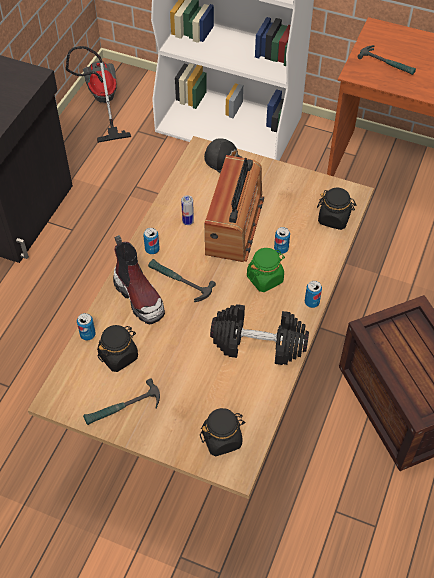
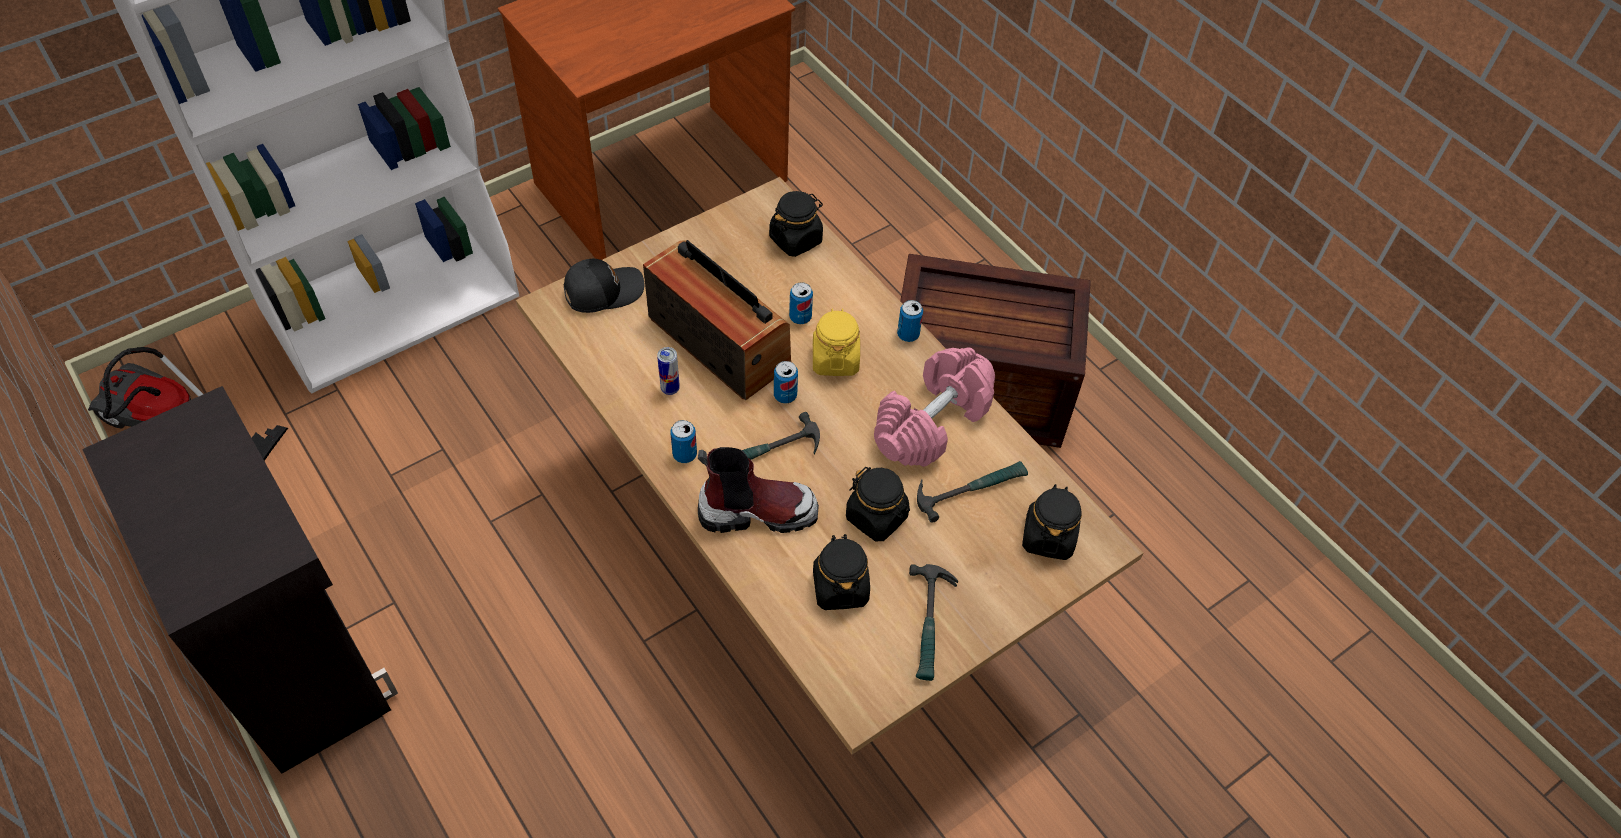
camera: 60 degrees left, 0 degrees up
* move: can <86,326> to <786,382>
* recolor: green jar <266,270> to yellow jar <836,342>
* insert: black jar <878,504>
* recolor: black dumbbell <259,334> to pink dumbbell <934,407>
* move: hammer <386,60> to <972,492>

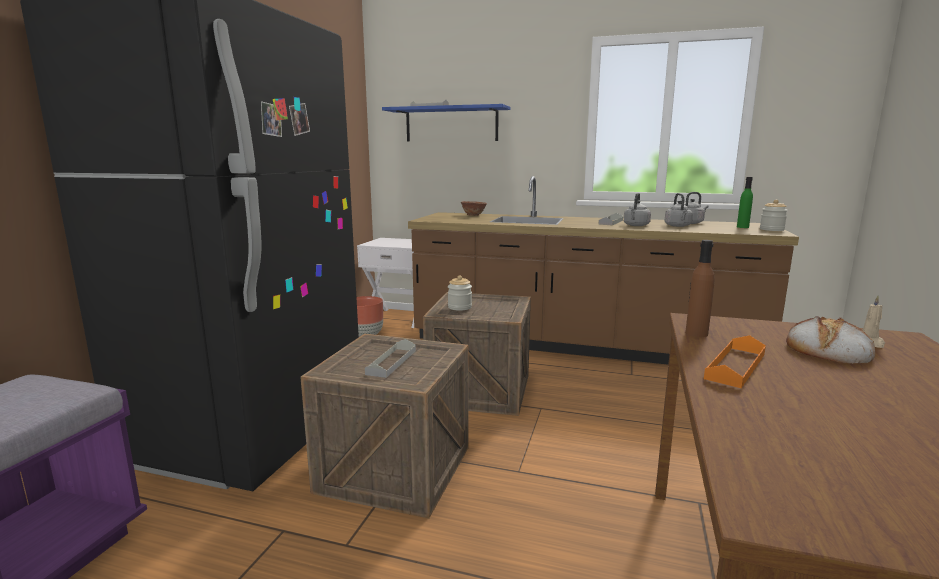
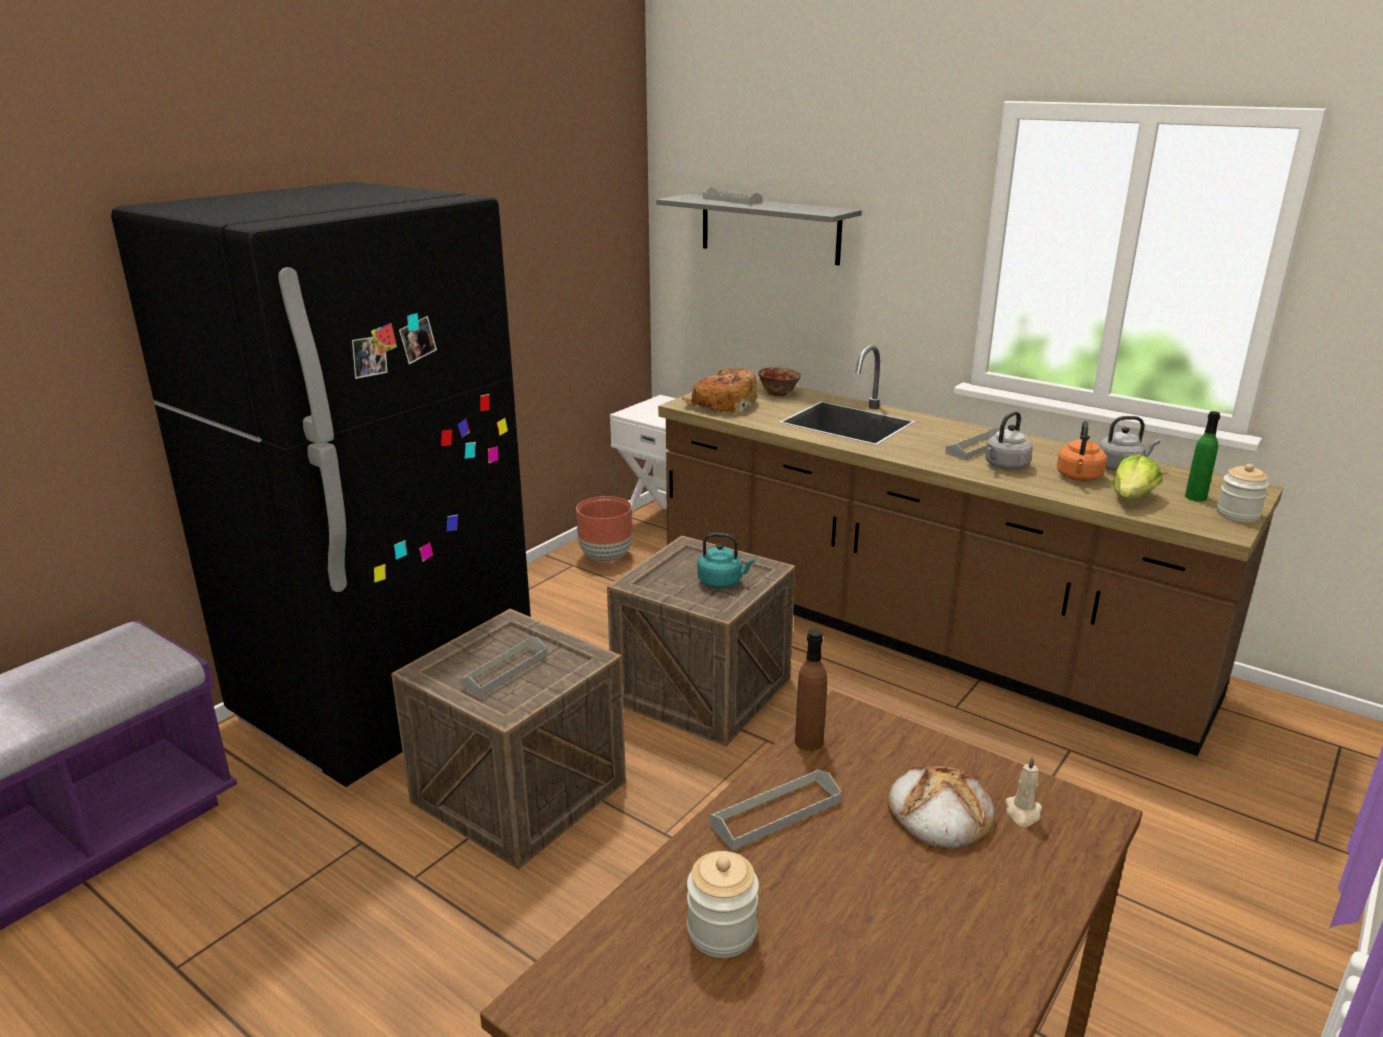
camera: 20 degrees right, 10 degrees up
* recolor: blue shelf <446,123> to grey shelf <759,229>
* insert: bread <720,391>
* move: jar <460,293> to <723,904>
* insert: turquoise kettle <726,560>
* recolor: orange tray <735,361> to grey tray <775,809>
* recolor: grey kettle <678,210> to orange kettle <1082,451>
* insert: lettuce <1137,476>

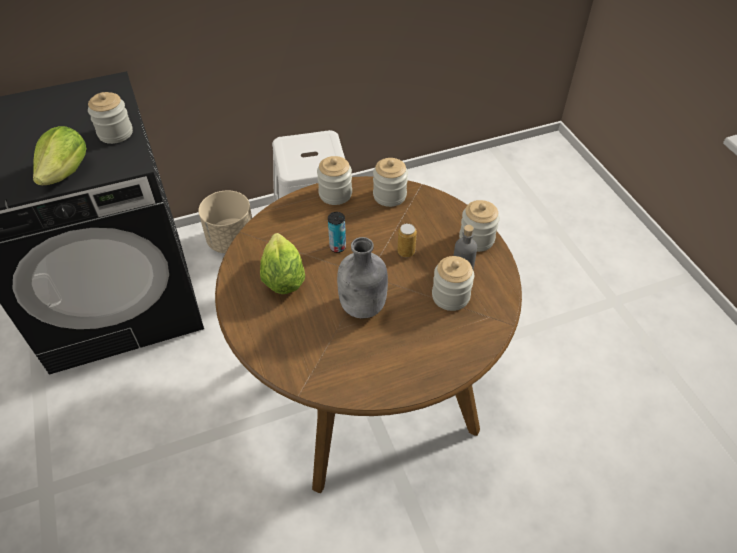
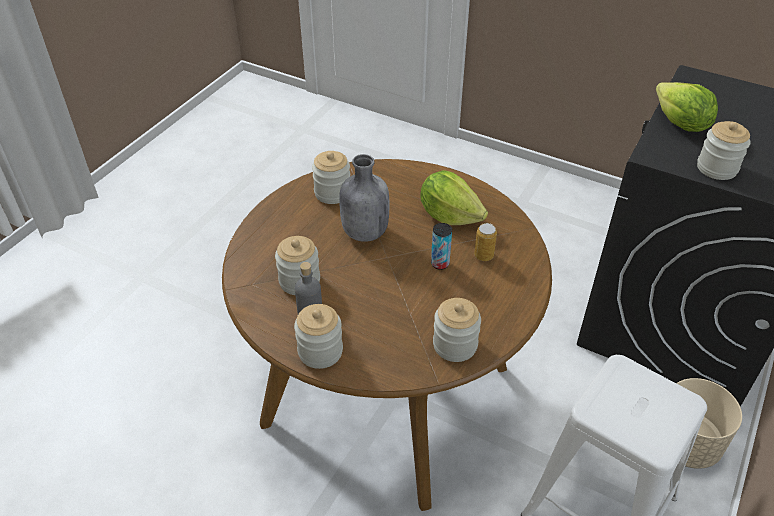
camera: 140 degrees right, 5 degrees down
* move: jar <334,180> to <331,177>
* move: can <407,240> to <485,242>

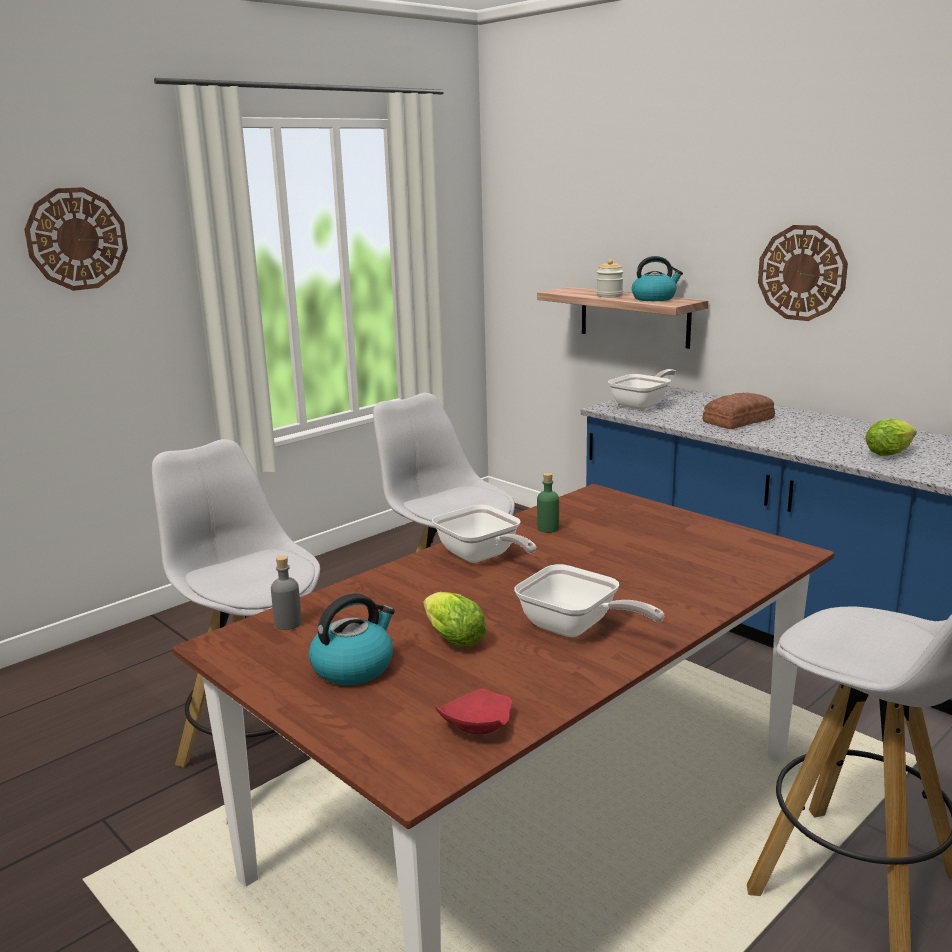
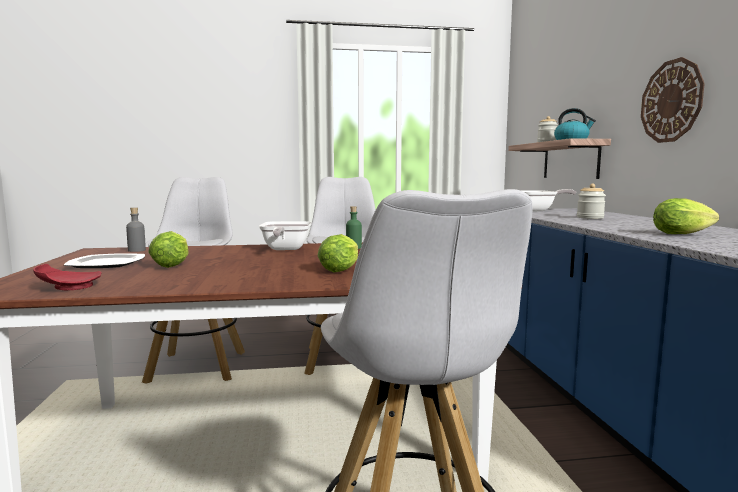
camera: 35 degrees right, 10 degrees down
* replace: kettle <352,639> to plate <104,260>
* insert: lettuce <338,253>
* replace: bread <738,411> to jar <591,201>
* delete: wall clock <76,239>
* delete: frying pan <589,601>

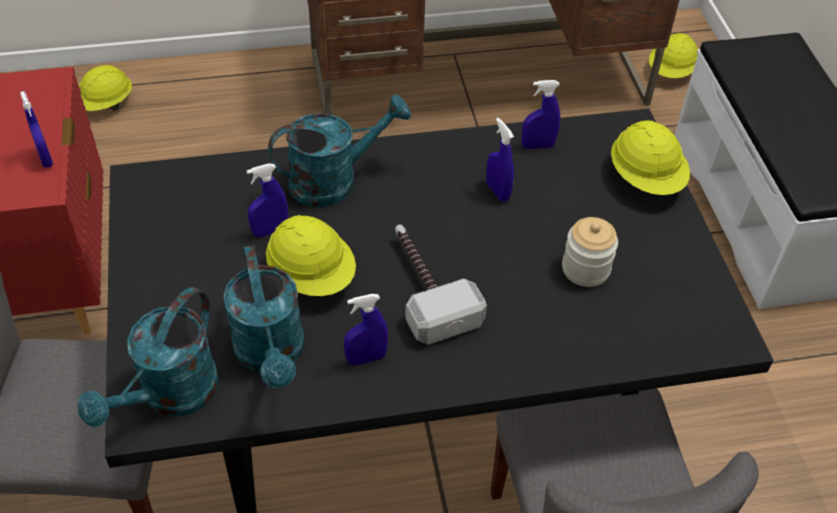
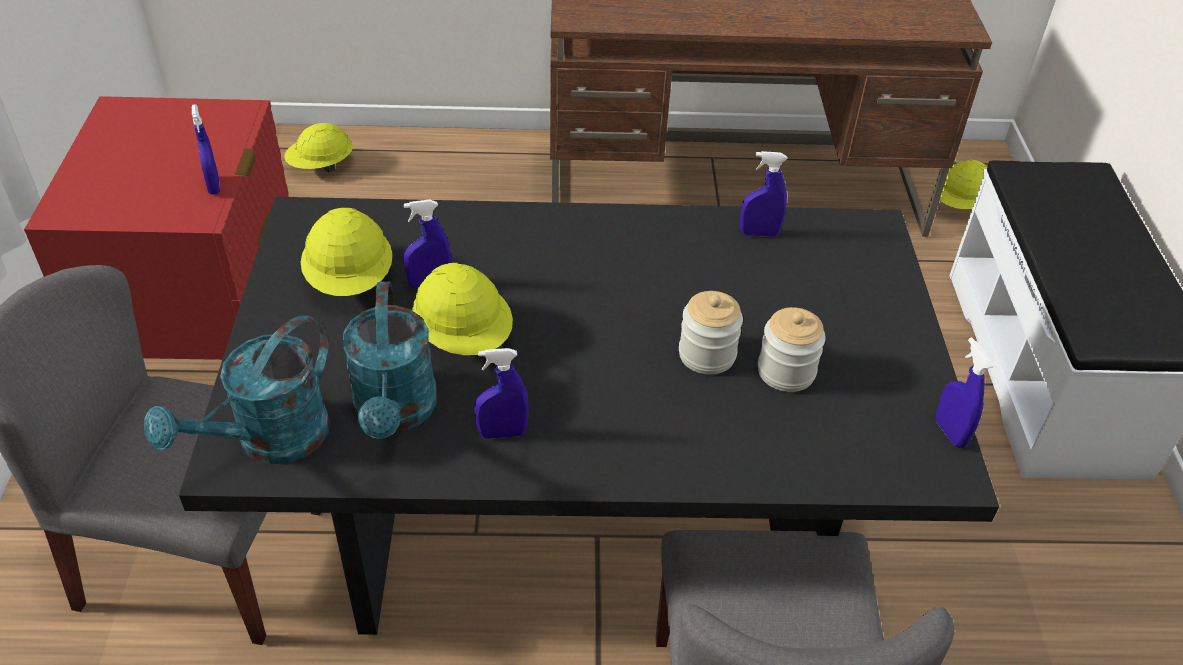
camera: 10 degrees right, 5 degrees down
* move: yellow hard hat <650,157> to <347,252>
* insert: jar <711,333>
* move: blue spray bottle <500,159> to <964,392>
* delete: turquoise watering can <339,151>
* delete: hammer <441,284>

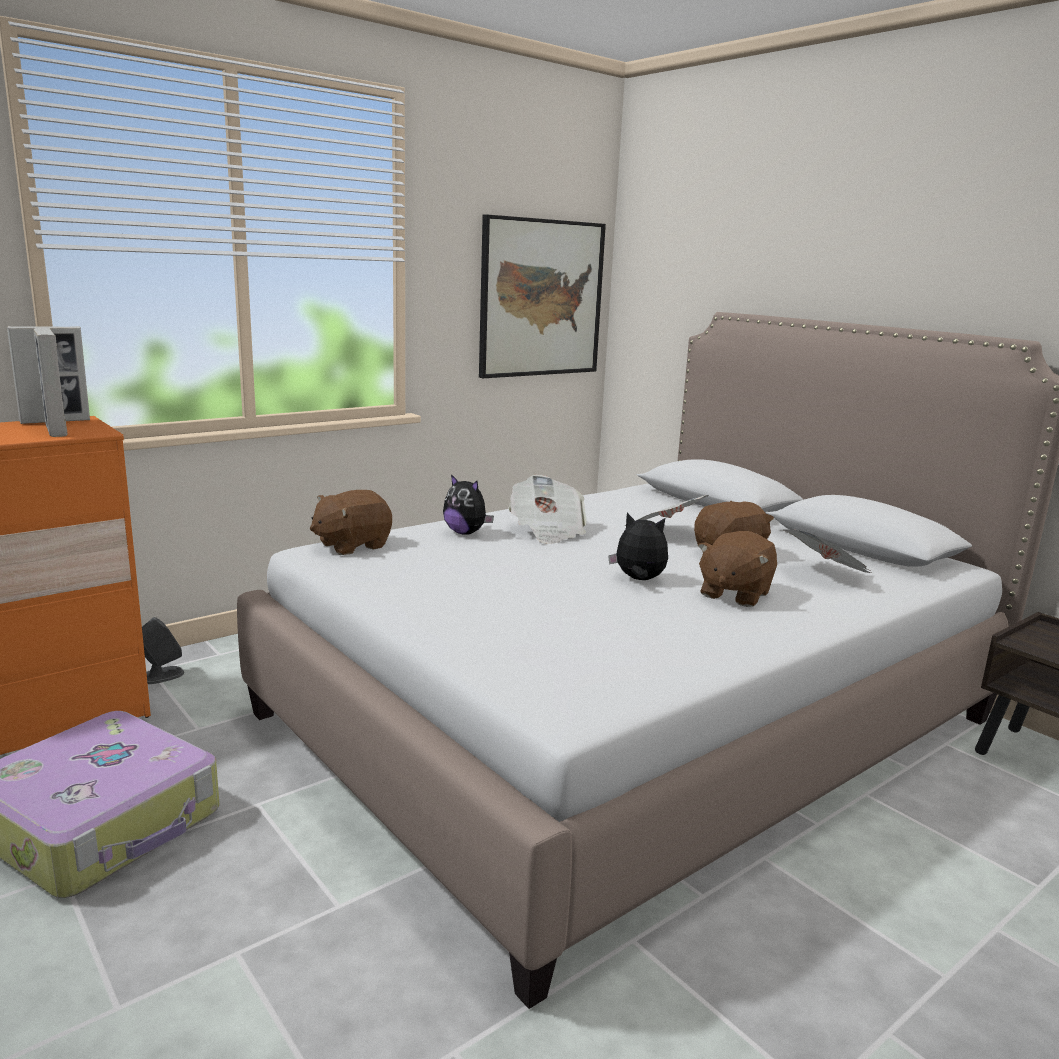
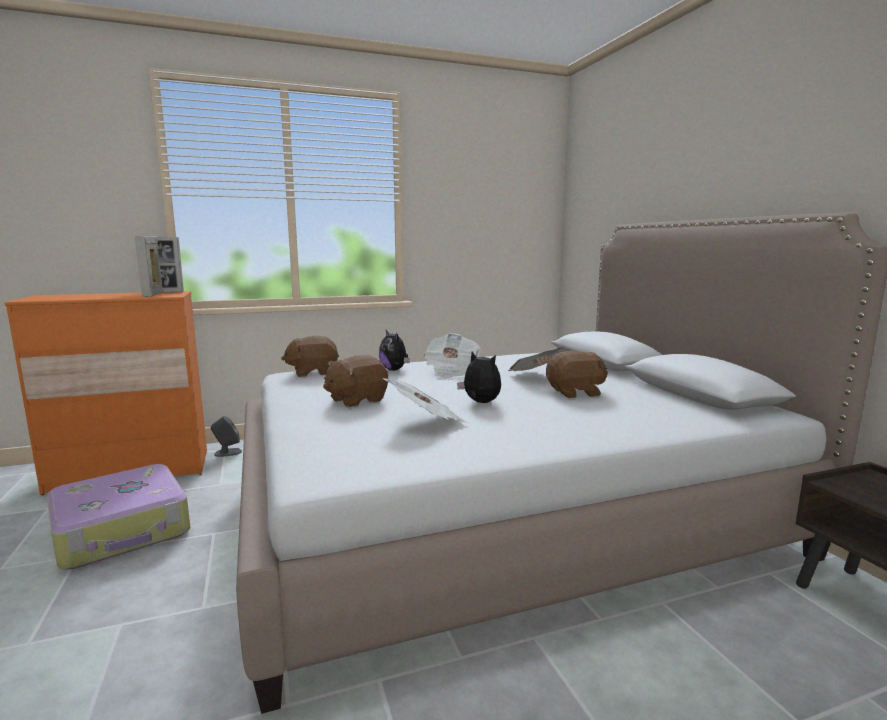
camera: 20 degrees right, 5 degrees down
* move: brown plush toy <737,569> to <355,381>
* move: newspaper <827,551> to <425,400>
* delete: picture <542,296>

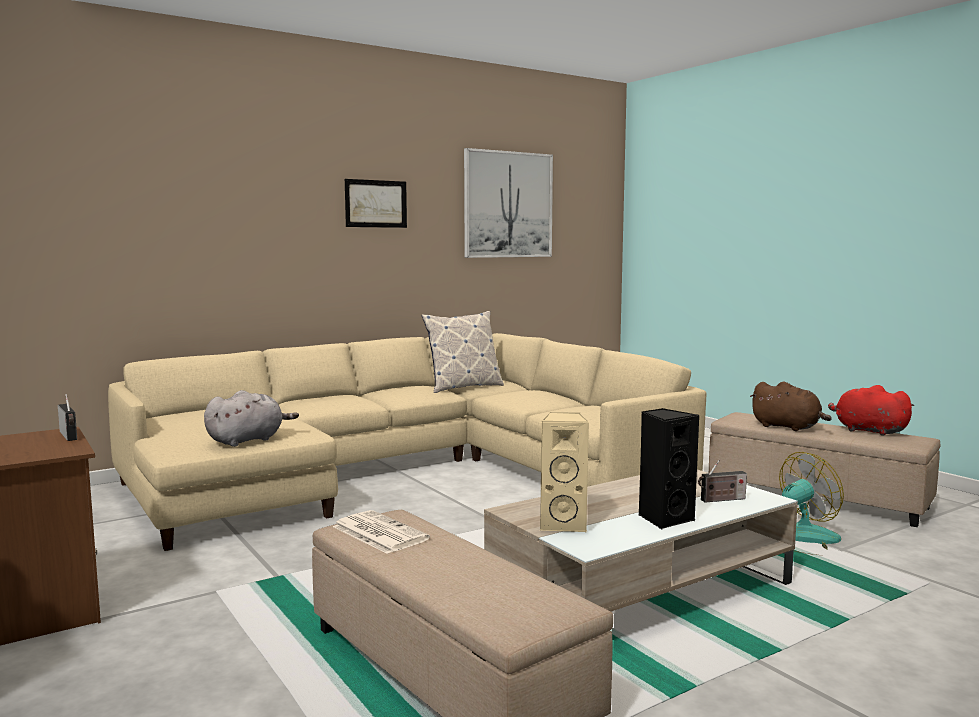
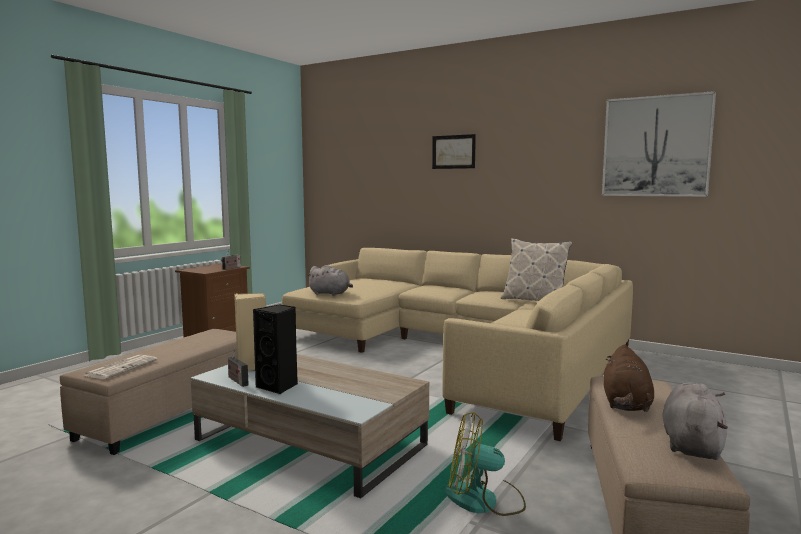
camera: 65 degrees right, 0 degrees up
* move: newspaper <381,532> to <120,367>
* move: radio <722,481> to <238,368>
* move: picture <376,203> to <454,151>
* rotate: fan <811,503> = <485,464> 150 degrees clockwise
* recolor: red plush toy <871,410> to grey plush toy <695,421>

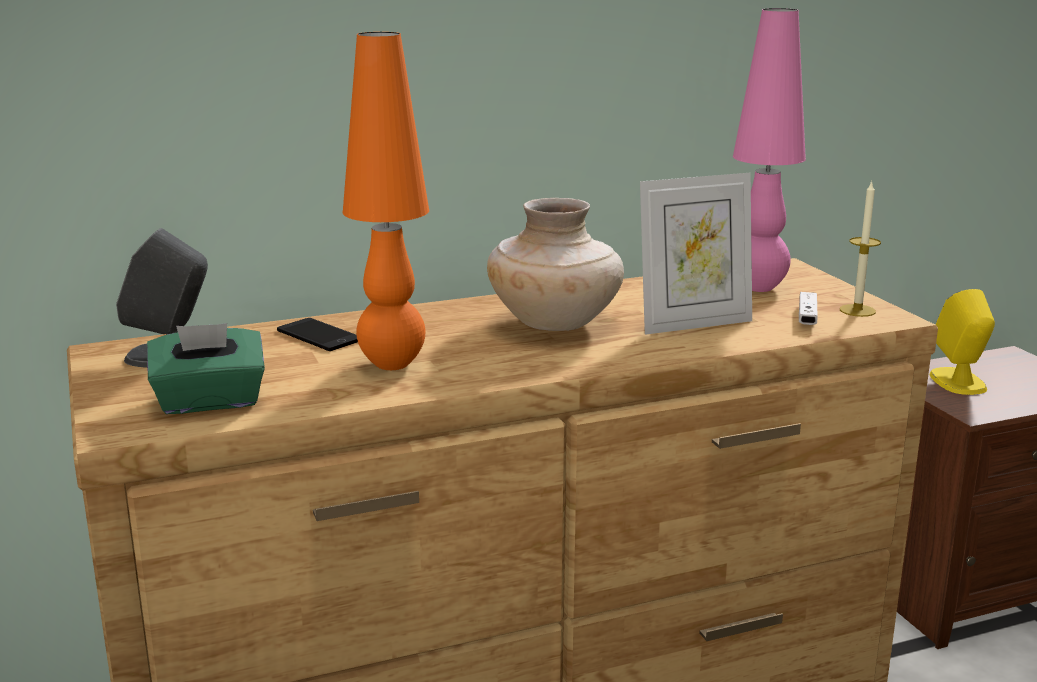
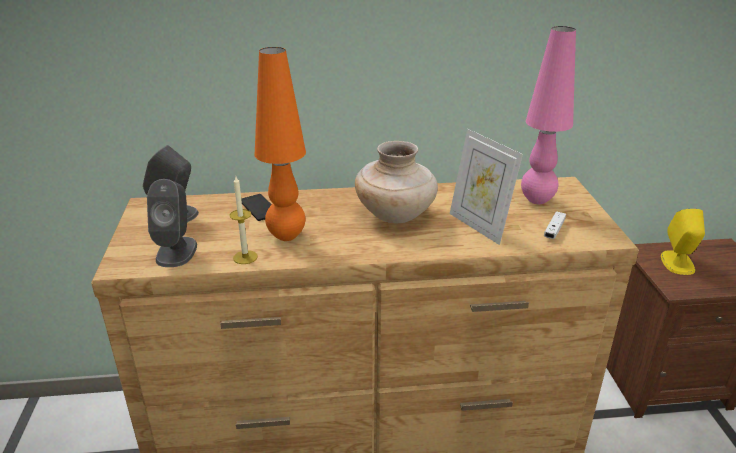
camera: 15 degrees right, 10 degrees up
* replace: green tissue box <206,368> to grey speaker <172,223>
* move: candle <860,248> to <244,220>
* rotate: picture frame <696,254> = <486,187> 60 degrees clockwise

